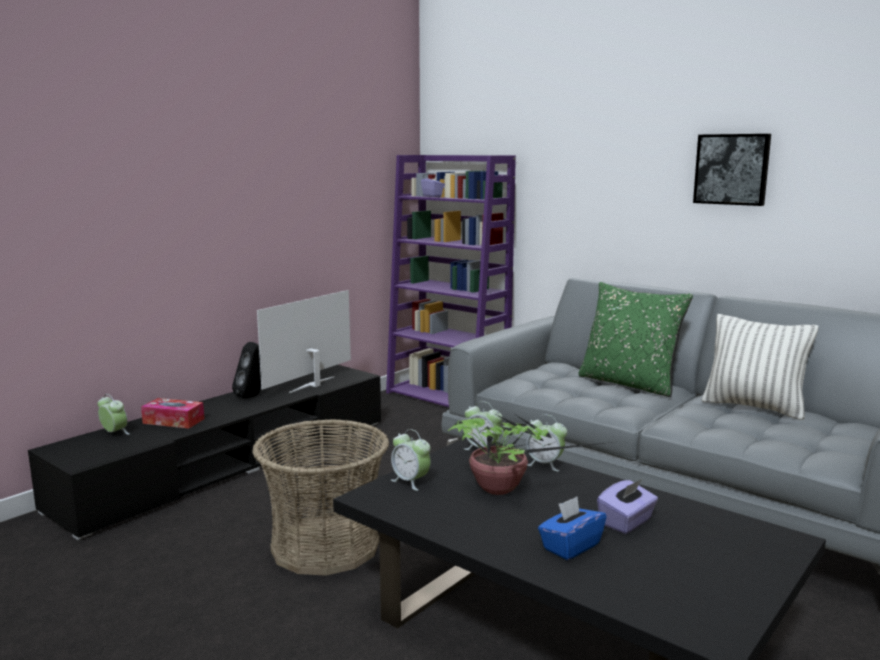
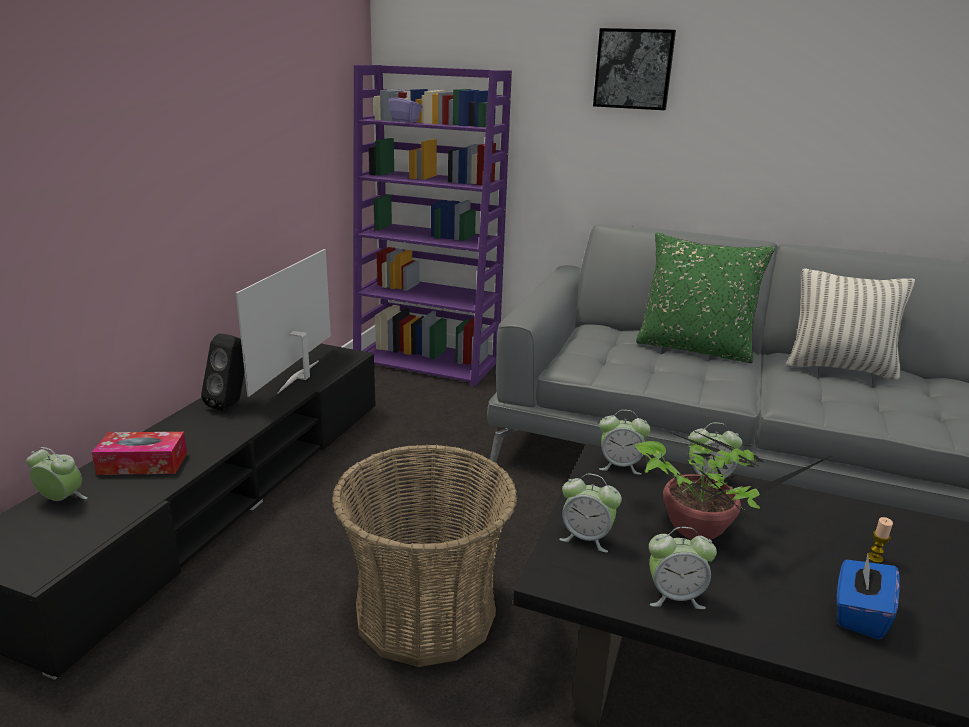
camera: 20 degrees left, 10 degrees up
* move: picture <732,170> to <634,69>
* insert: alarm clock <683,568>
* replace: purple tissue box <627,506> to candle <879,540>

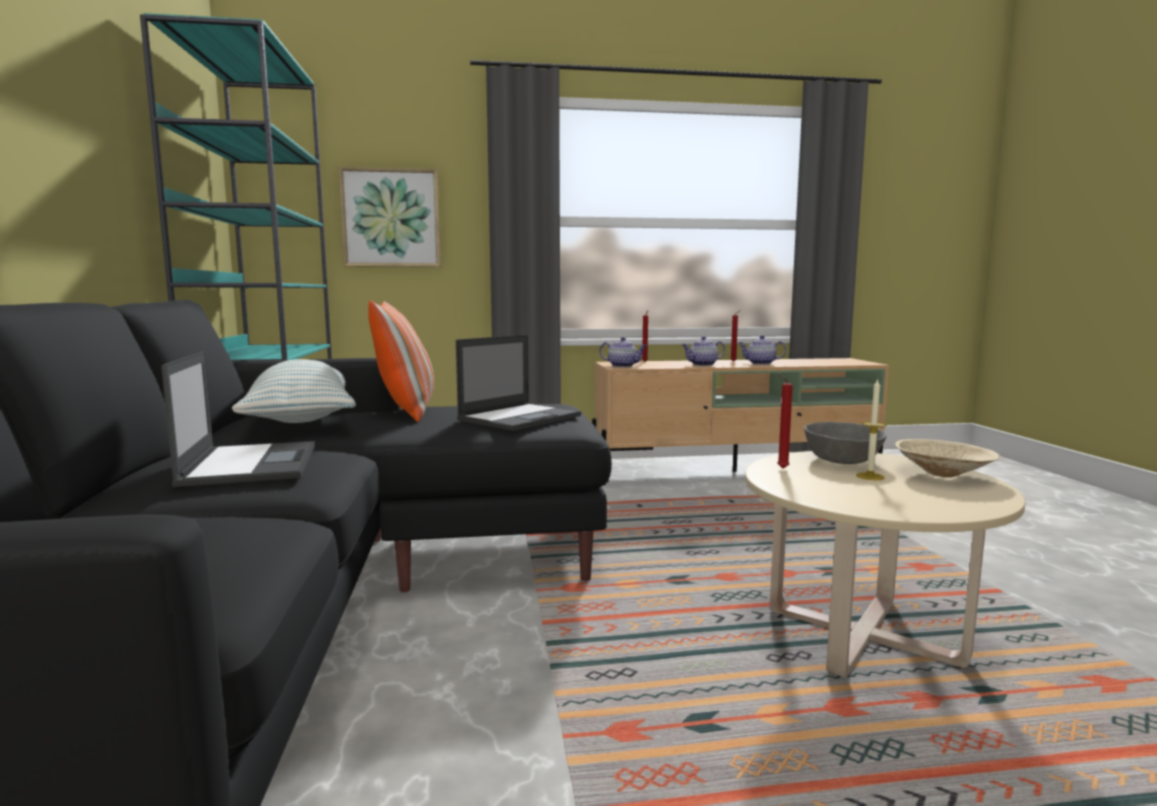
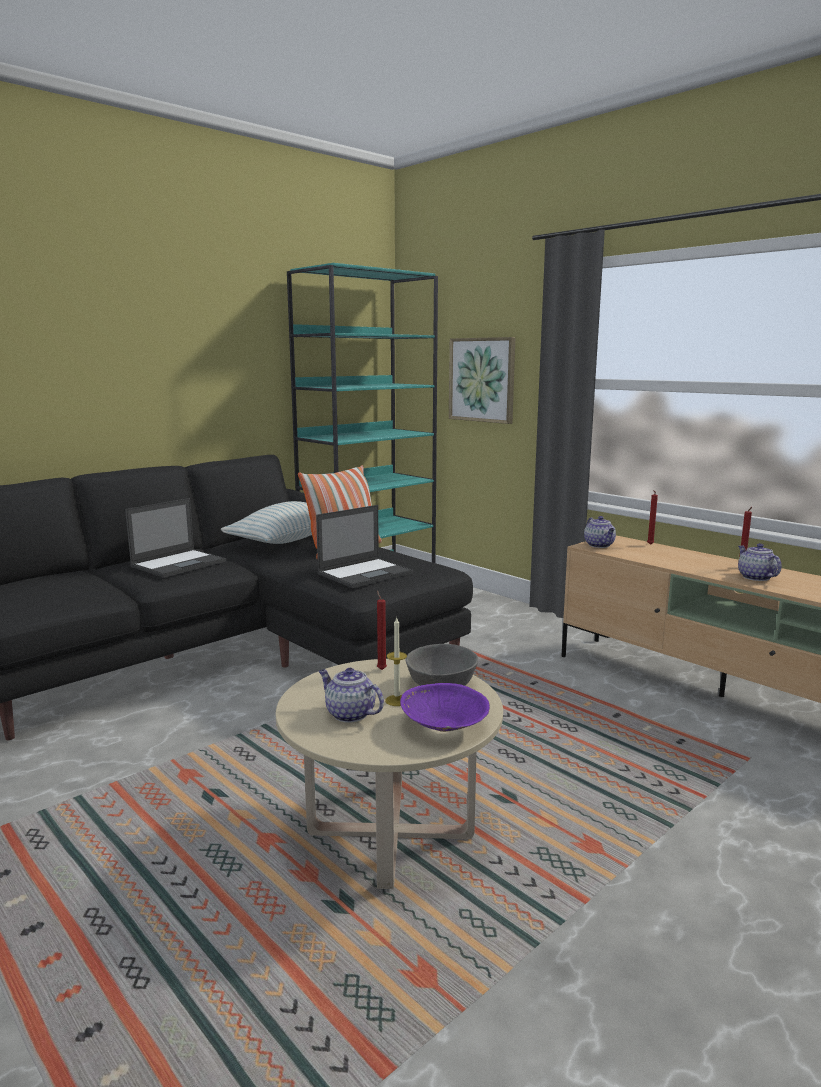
camera: 55 degrees right, 5 degrees up
* rotate: laptop <518,383> = <365,546> 45 degrees counterclockwise
* move: teapot <703,351> to <351,695>
* recolor: beige bowl <948,458> to purple bowl <445,707>

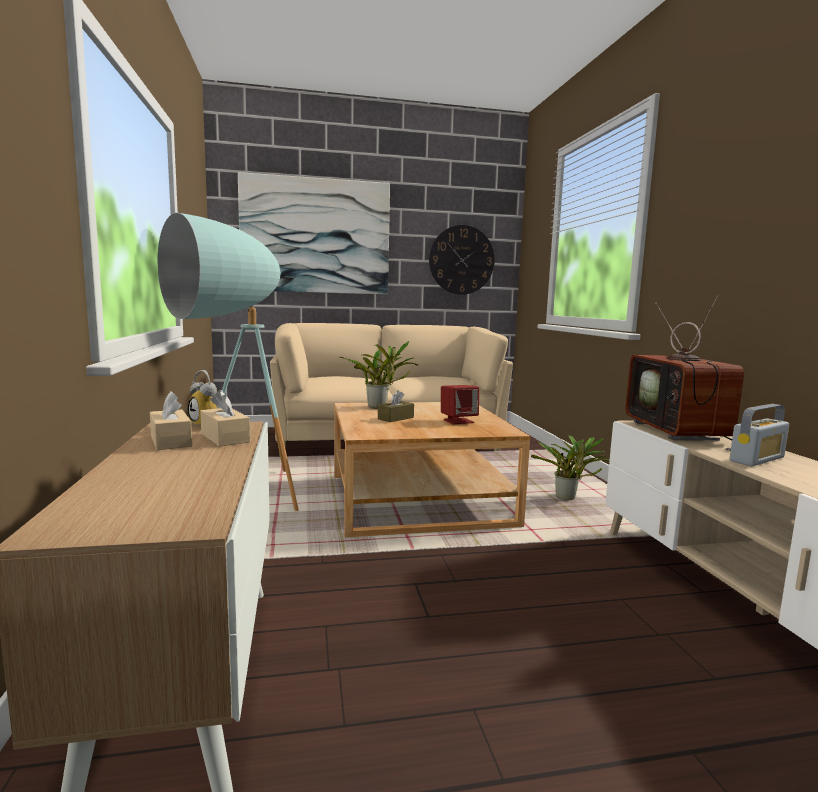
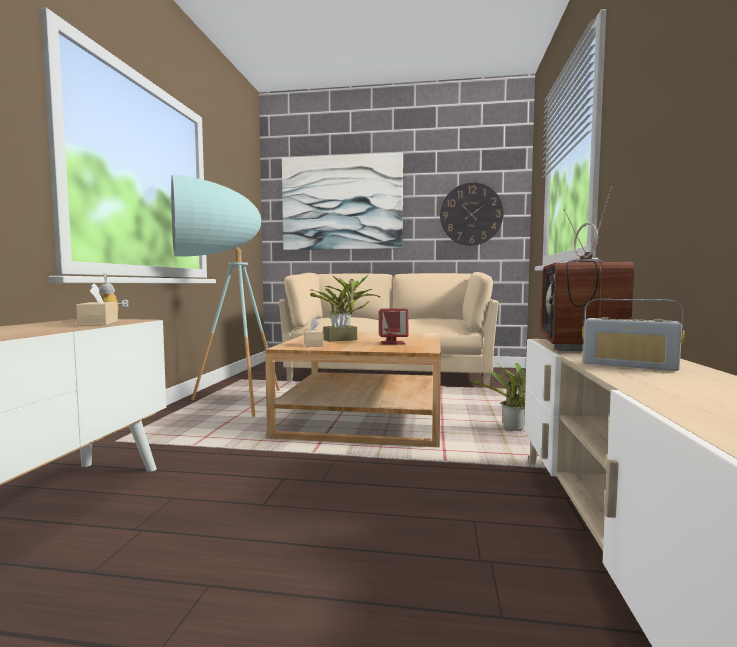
camera: 20 degrees right, 5 degrees down
* move: beige tissue box <171,420> to <314,331>
* rotate: radio <759,435> = <633,335> 45 degrees clockwise

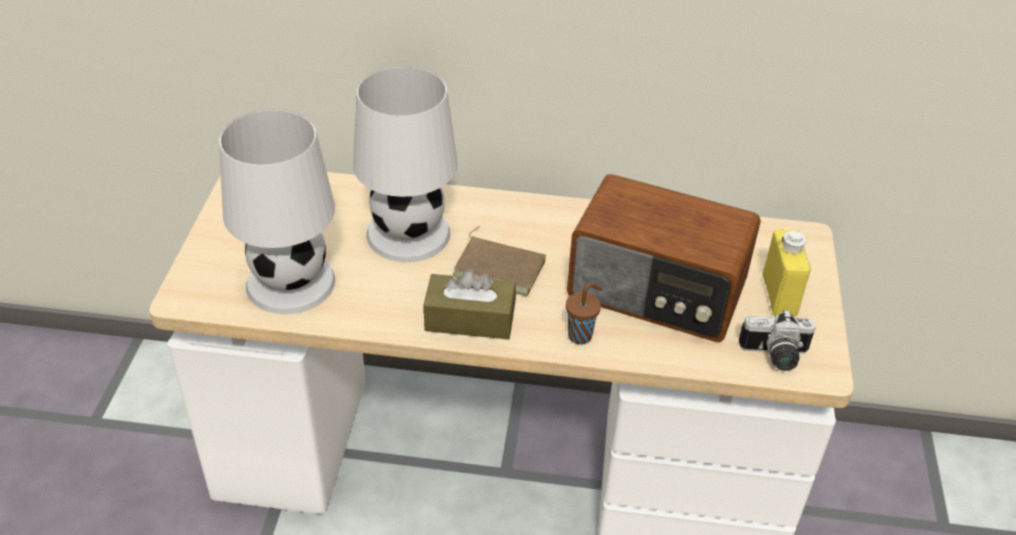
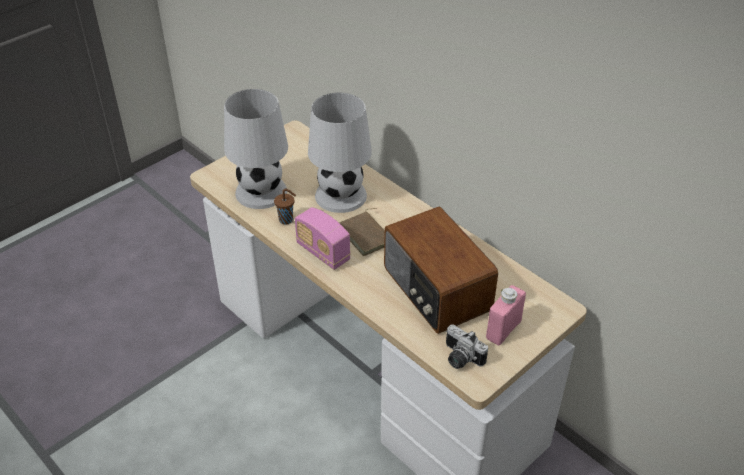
camera: 40 degrees right, 0 degrees up
* move: brown cup <584,313> to <285,207>
* replace: brown tissue box <470,304> to radio <323,238>
* recolor: yellow bottle <786,273> to pink bottle <506,315>

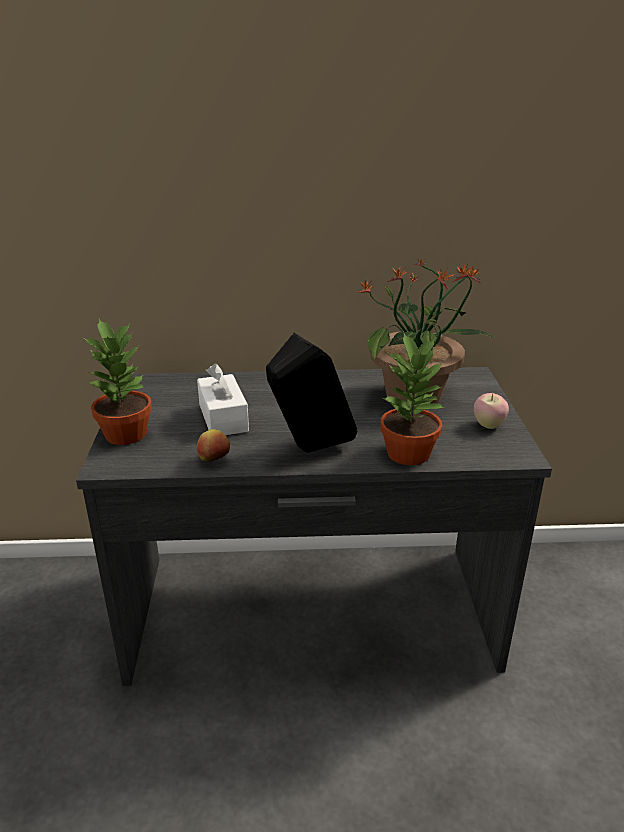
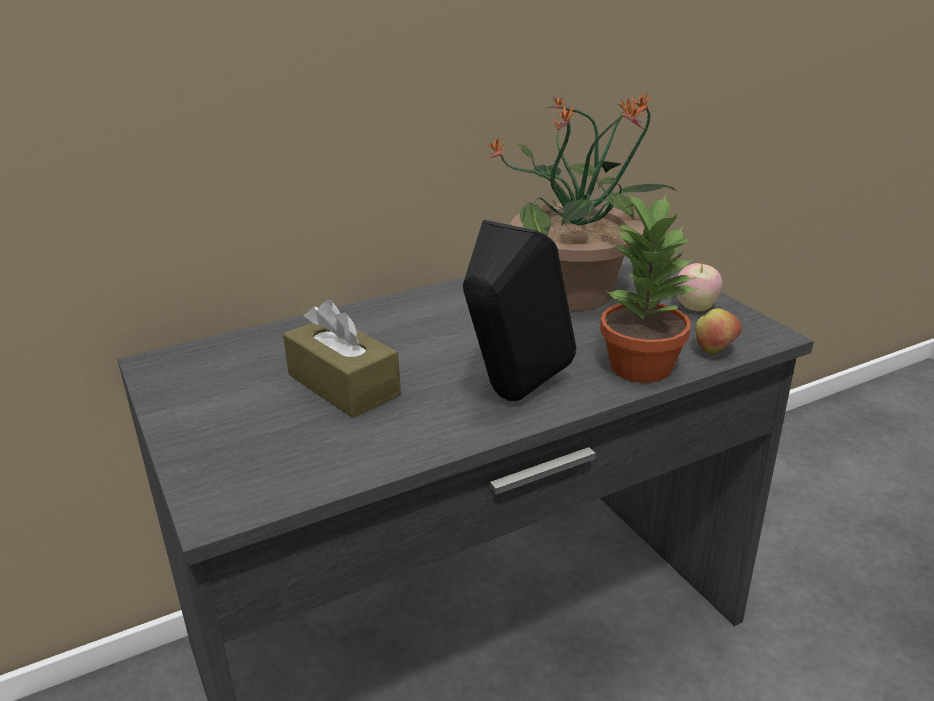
camera: 25 degrees left, 0 degrees up
* recolor: white tissue box <223,399> to brown tissue box <342,359>
* move: apple <213,445> to <718,331>
* delete: potted plant <118,382>

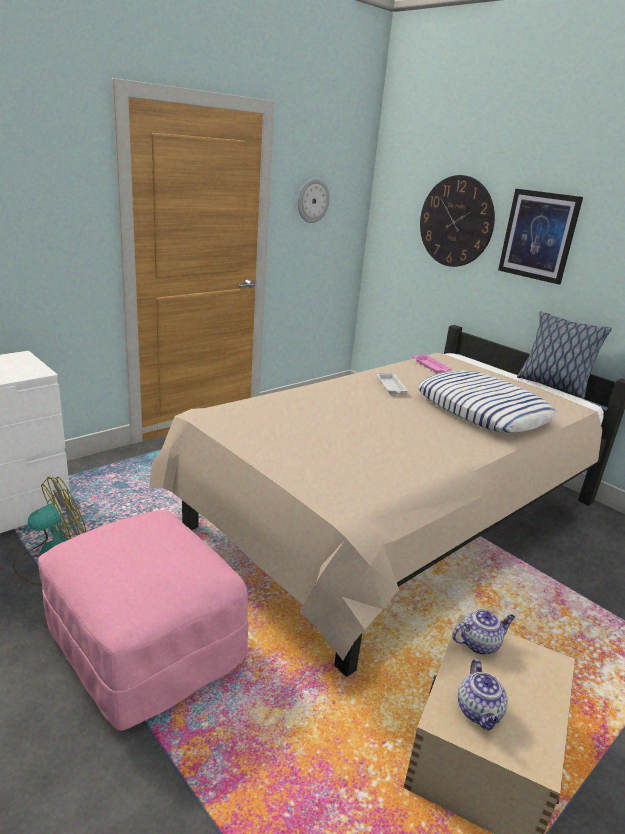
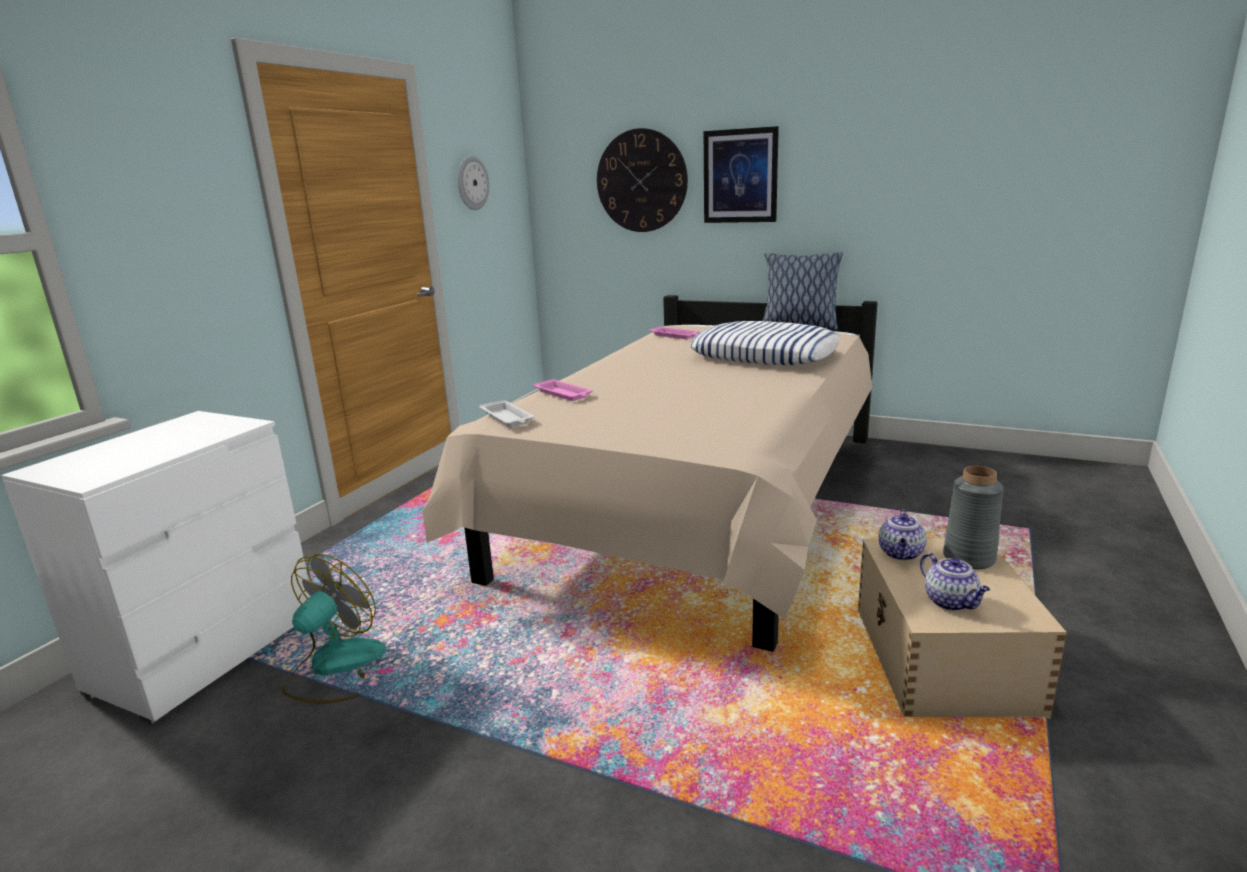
camera: 20 degrees left, 5 degrees down
* move: white tray <392,383> to <506,413>
* insert: pink tray <563,390>
* rotate: teapot <483,632> = <902,534> 150 degrees clockwise
* insert: grey vase <973,517>
* delete: pink ottoman <143,620>

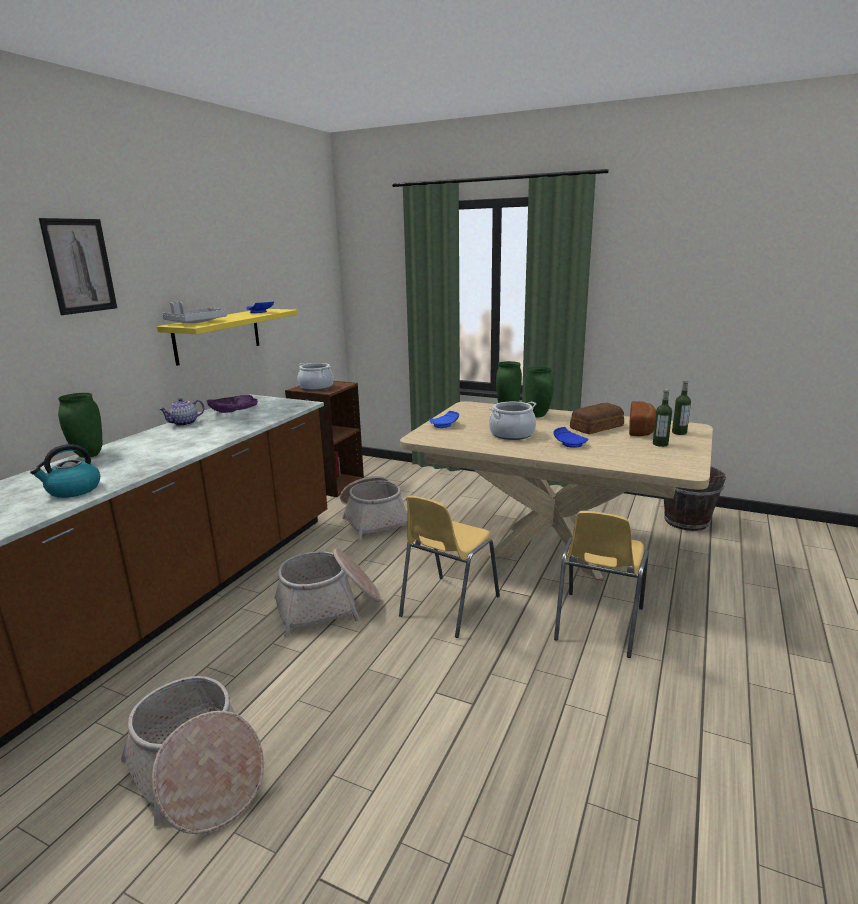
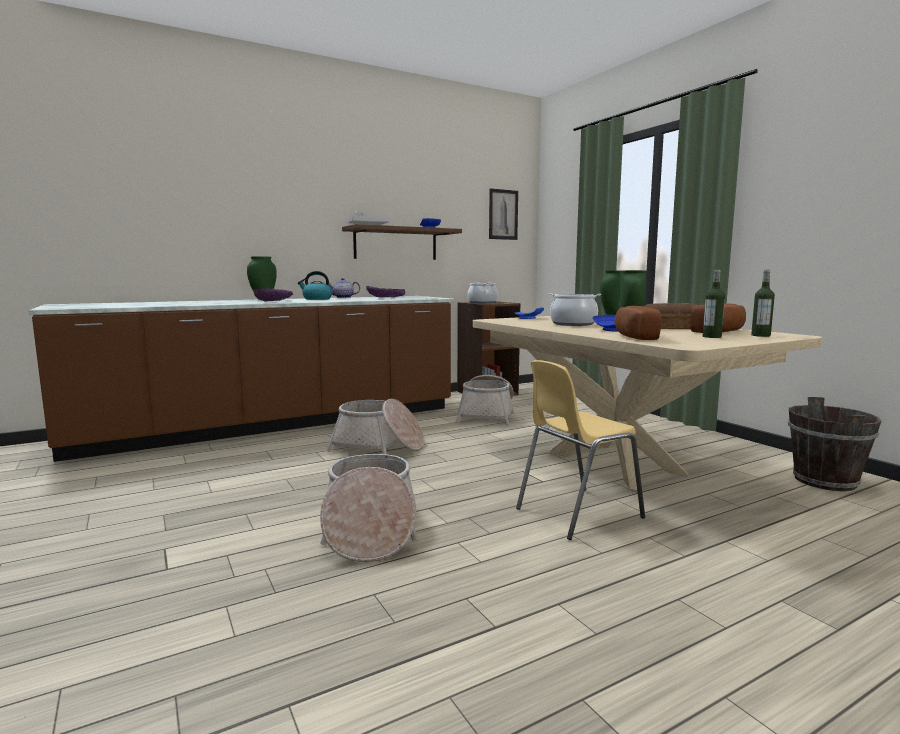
camera: 35 degrees right, 10 degrees down
* insert: purple bowl <273,295>
* move: kettle <65,471> to <315,285>
* move: basket <192,755> to <369,508>
* recolor: yellow shelf <227,337> to brown shelf <402,242>
* move: picture <78,266> to <503,214>
* insert: bread <638,323>
* delete: yellow chair <449,566>

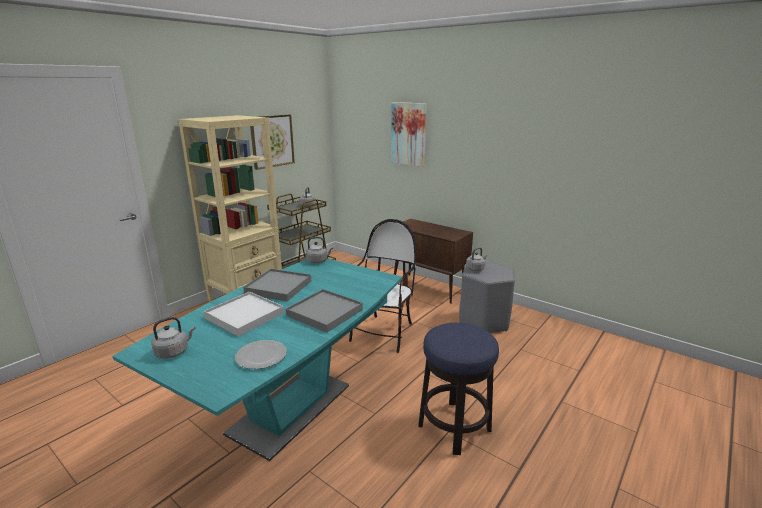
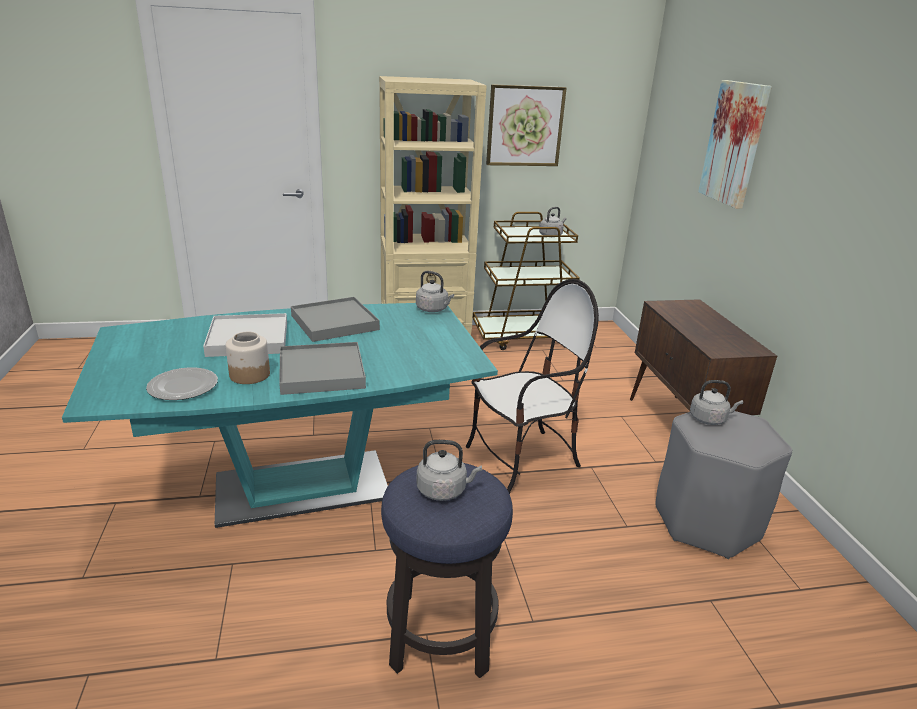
camera: 40 degrees right, 5 degrees up
* insert: jar <248,358>
* move: grey kettle <173,338> to <449,470>

